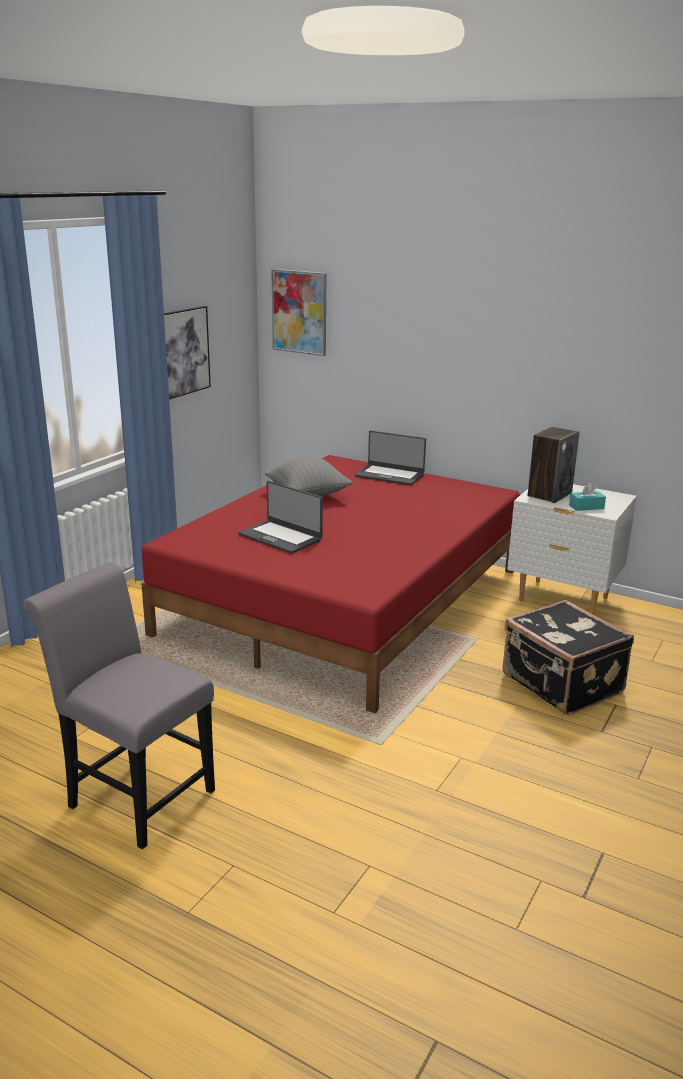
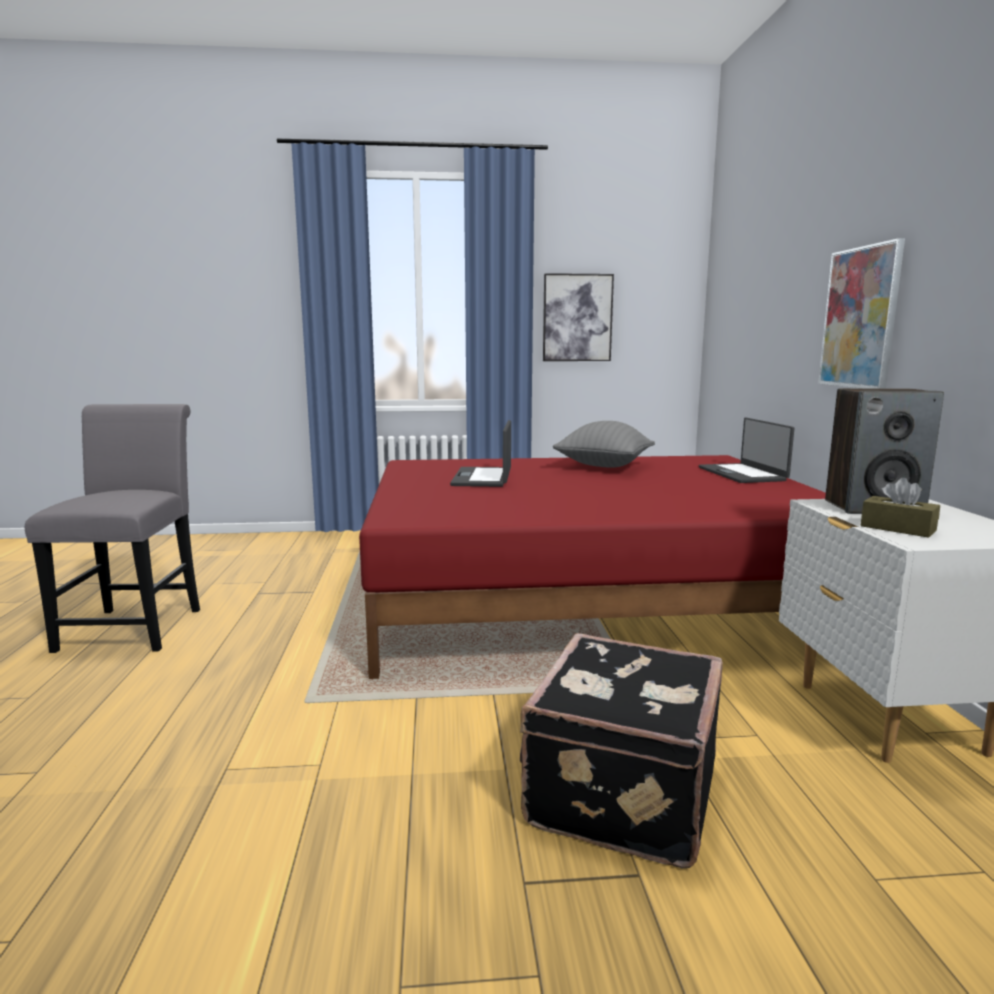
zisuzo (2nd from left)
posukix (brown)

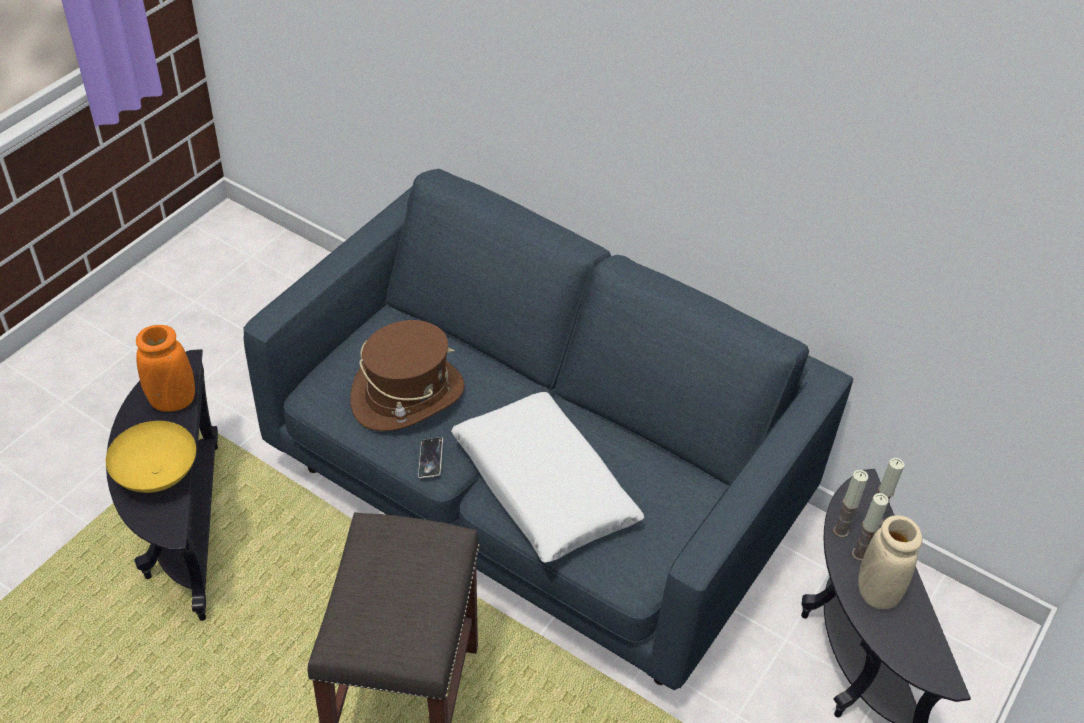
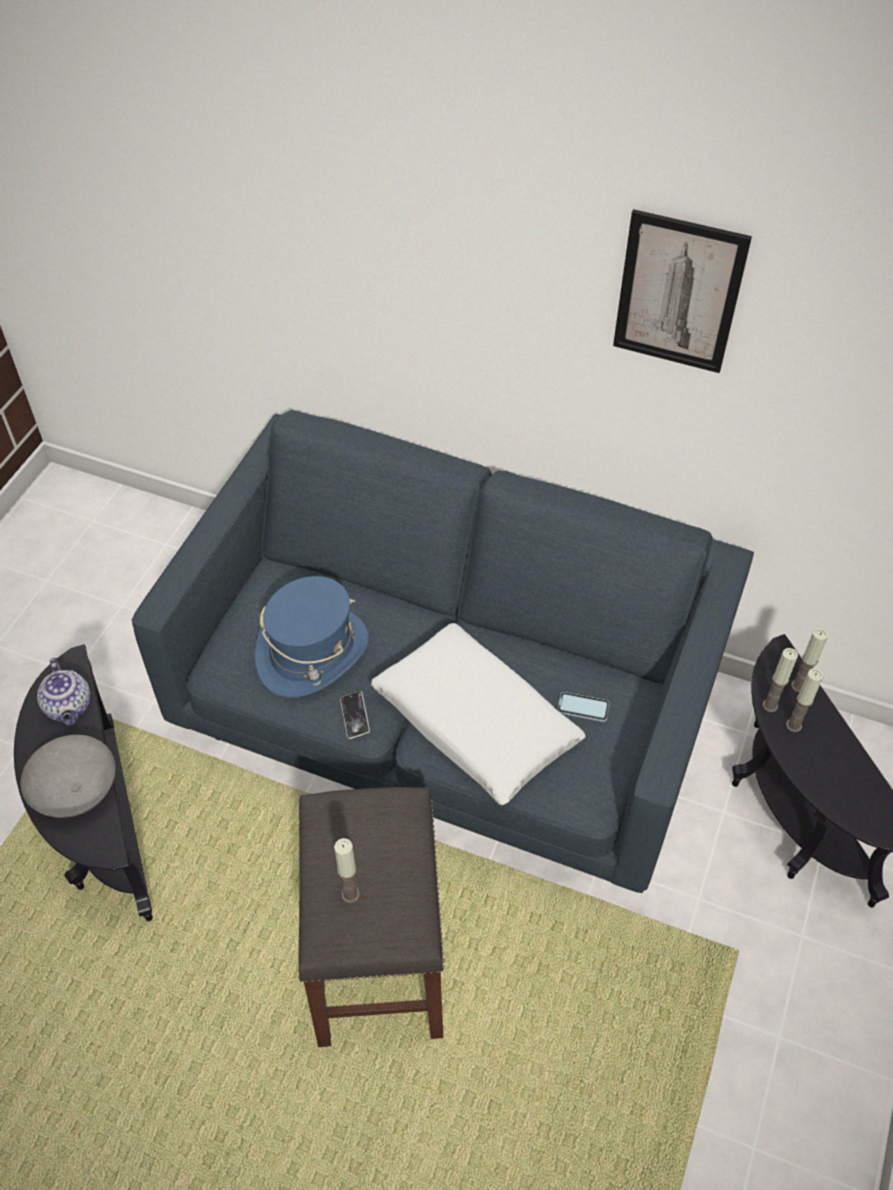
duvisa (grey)
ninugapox
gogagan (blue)
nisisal (1st from left)
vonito (2nd from left)
zisuzo
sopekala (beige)

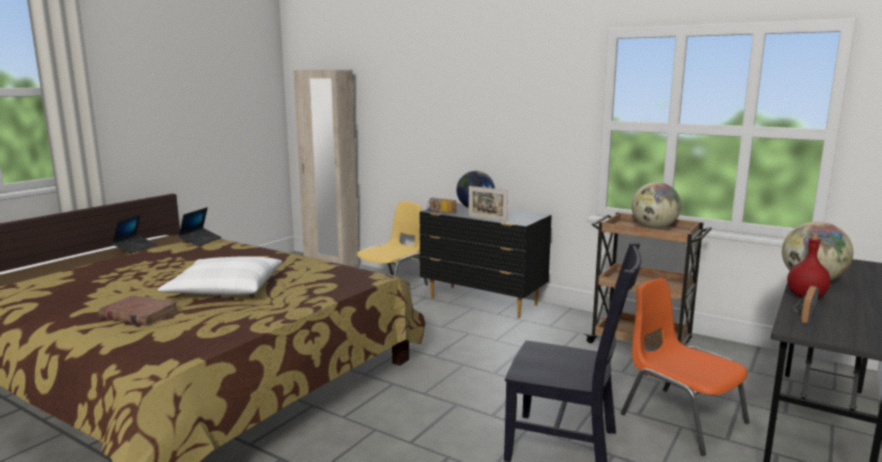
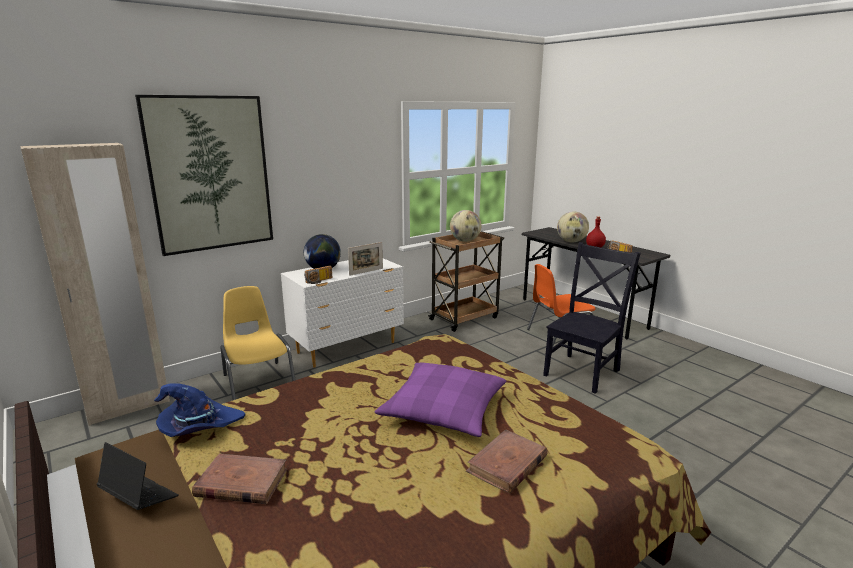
zisuzo
gogagan (blue)
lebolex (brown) (1st from left)
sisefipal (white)
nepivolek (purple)

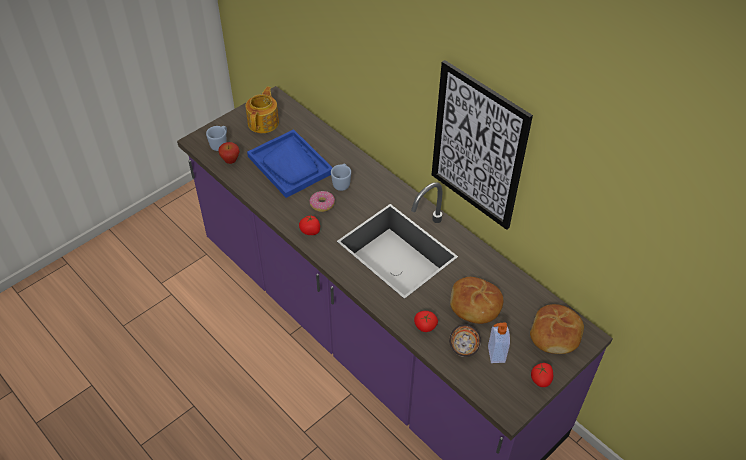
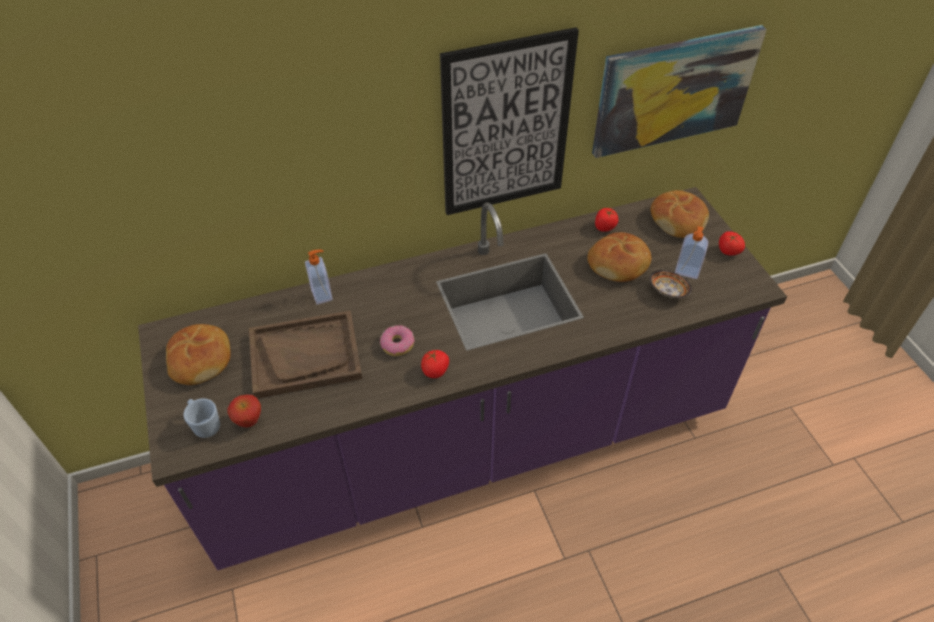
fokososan (1st from left)
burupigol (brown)
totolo (1st from left)
zisuzo (2nd from left)
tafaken (2nd from left)
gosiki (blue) (2nd from left in the first image)

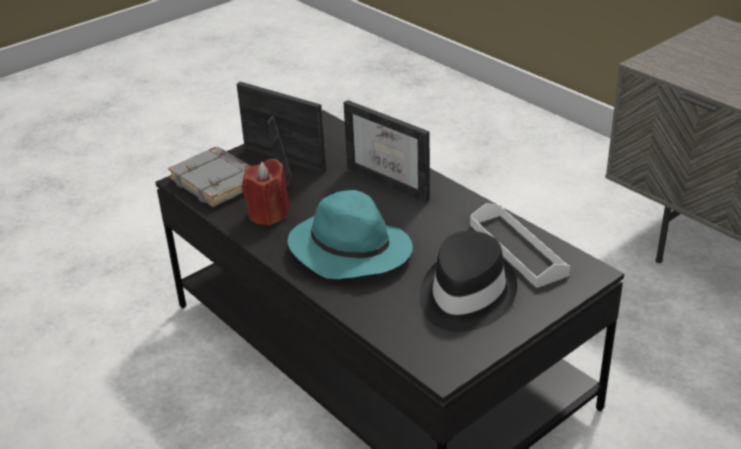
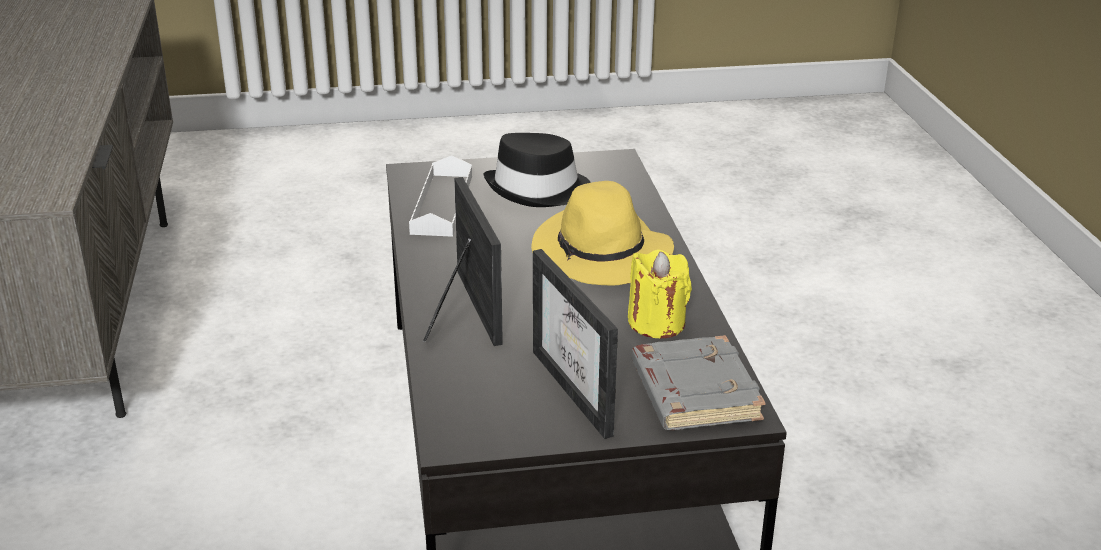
gogagan (yellow)
nisisal (yellow)

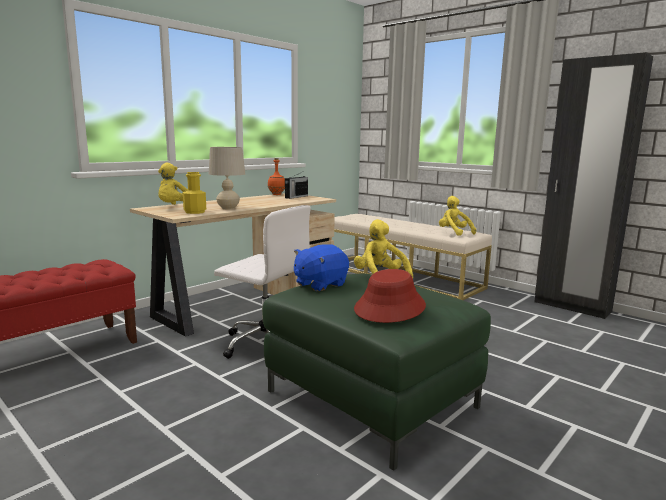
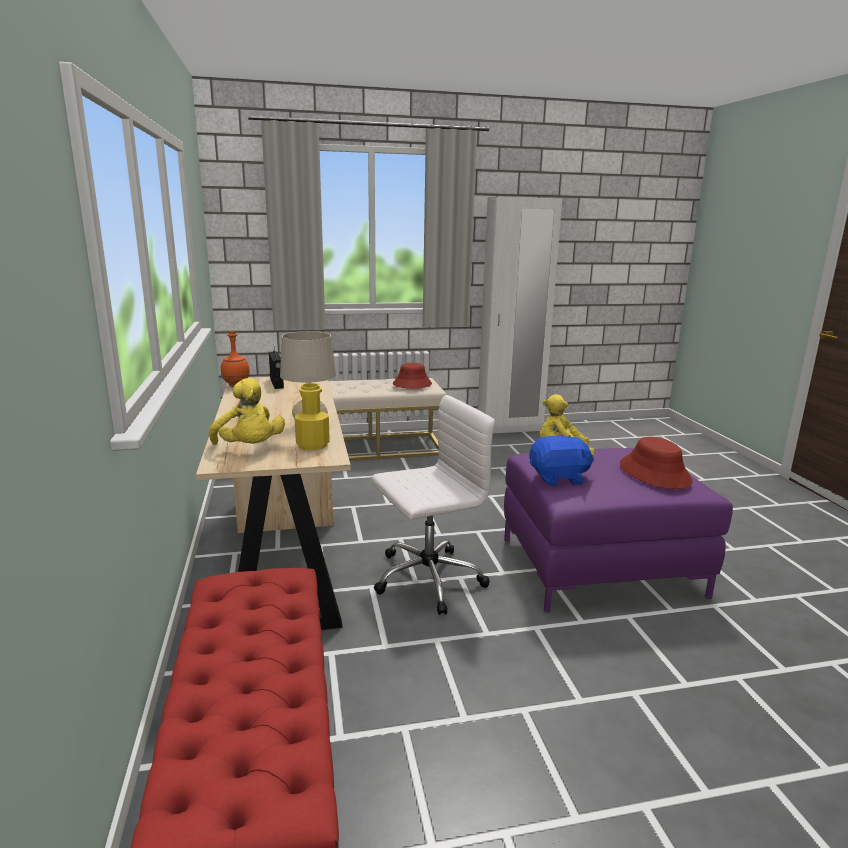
gogagan (red) (1st from left)
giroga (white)
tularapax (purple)
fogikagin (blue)

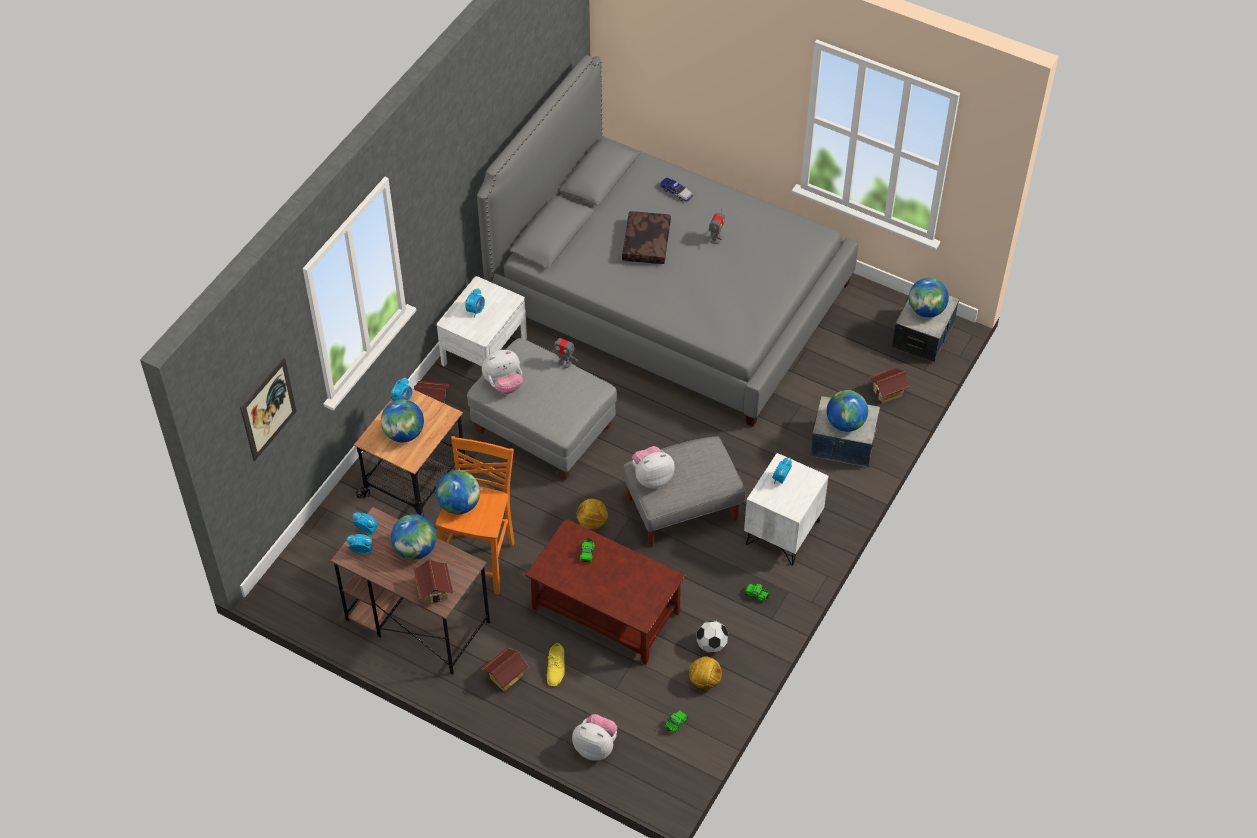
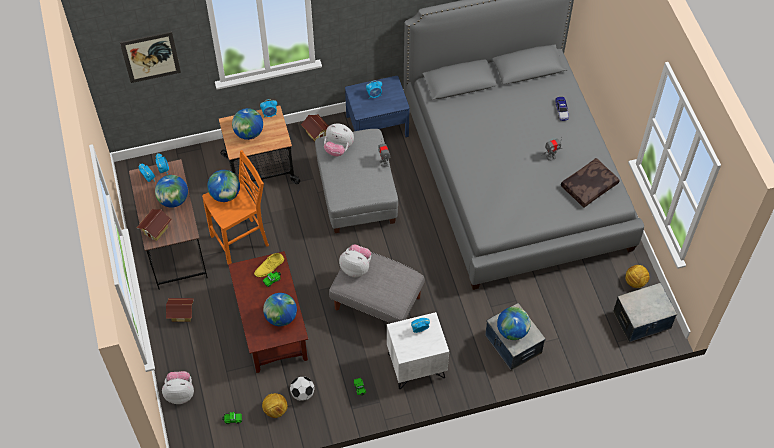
fogikagin (1st from left)
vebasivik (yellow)
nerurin (4th from left)
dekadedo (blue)
nepivolek (brown)
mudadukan (3rd from left)
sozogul (4th from left in the first image)

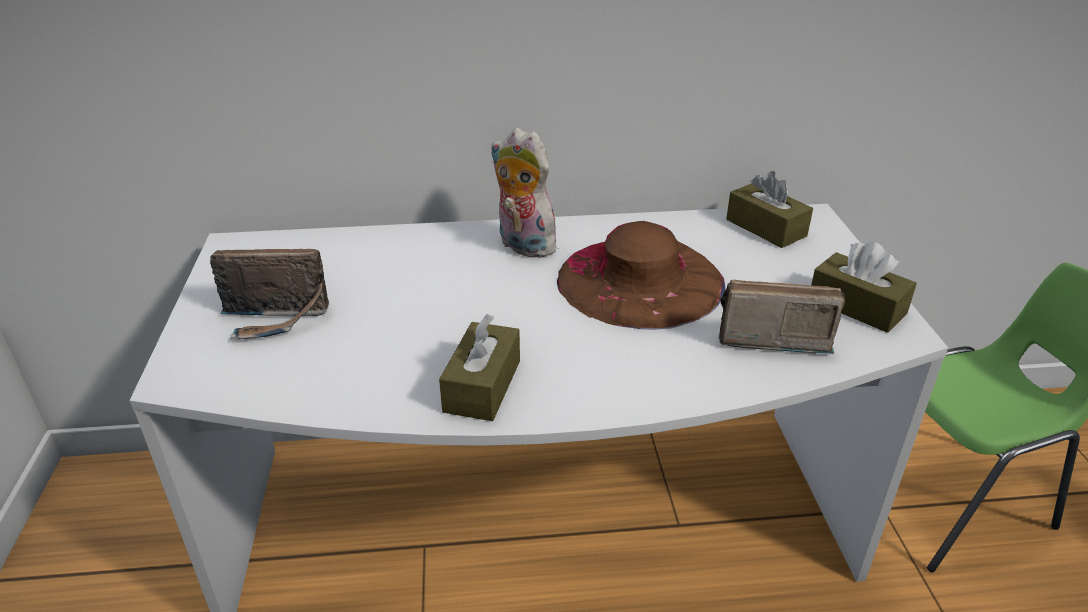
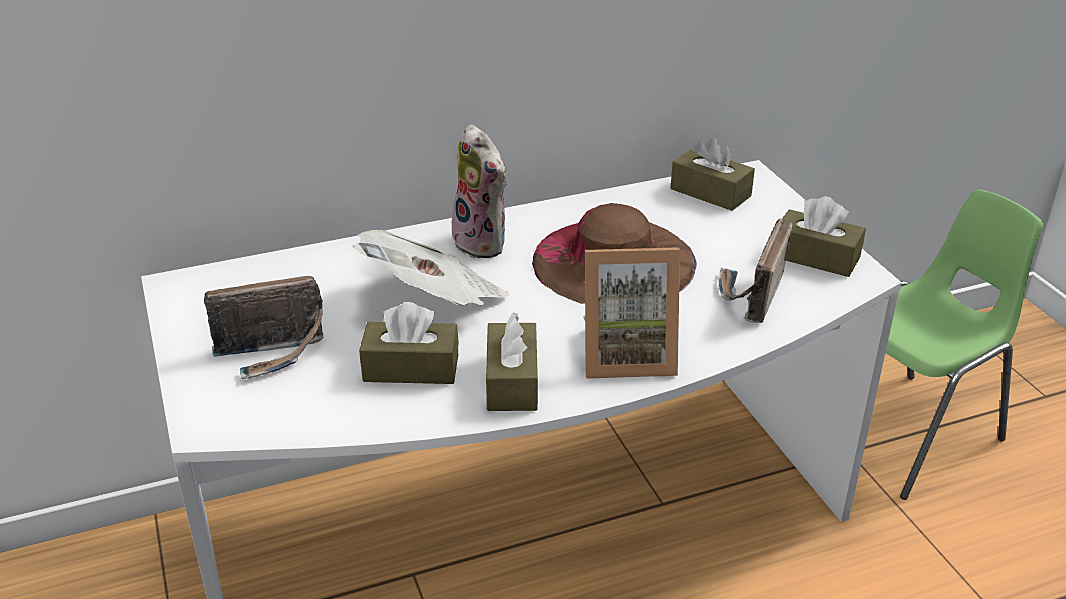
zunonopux
posukix (brown) (1st from left)
fogikagin
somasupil
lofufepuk (2nd from left)

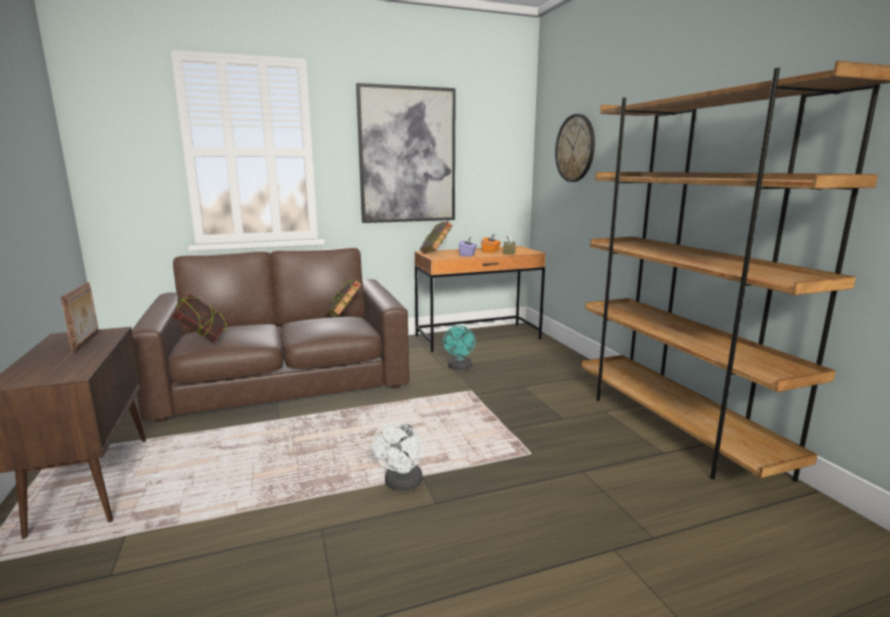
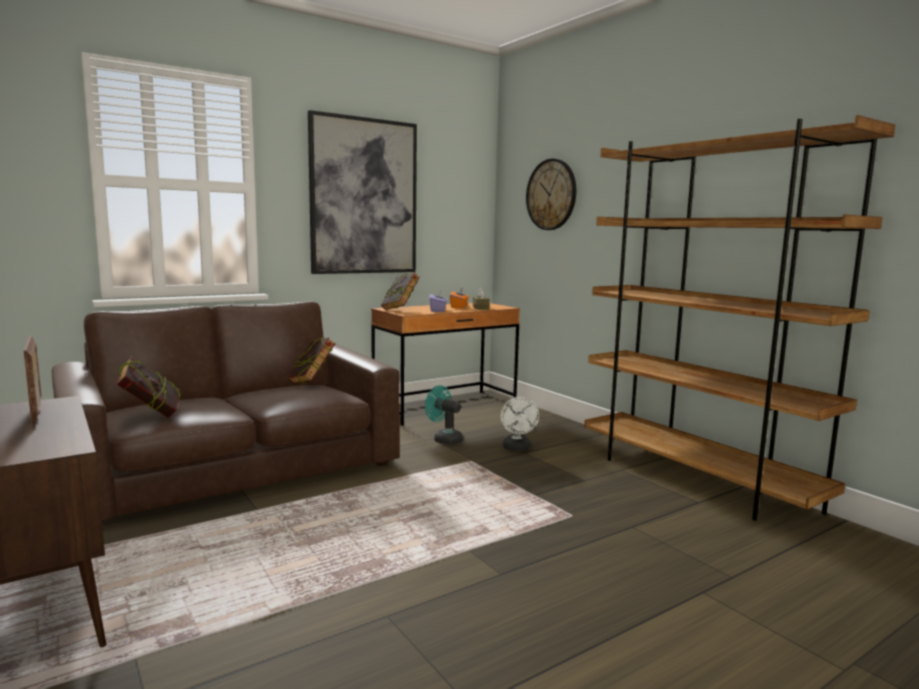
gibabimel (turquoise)
gibabimel (white)

